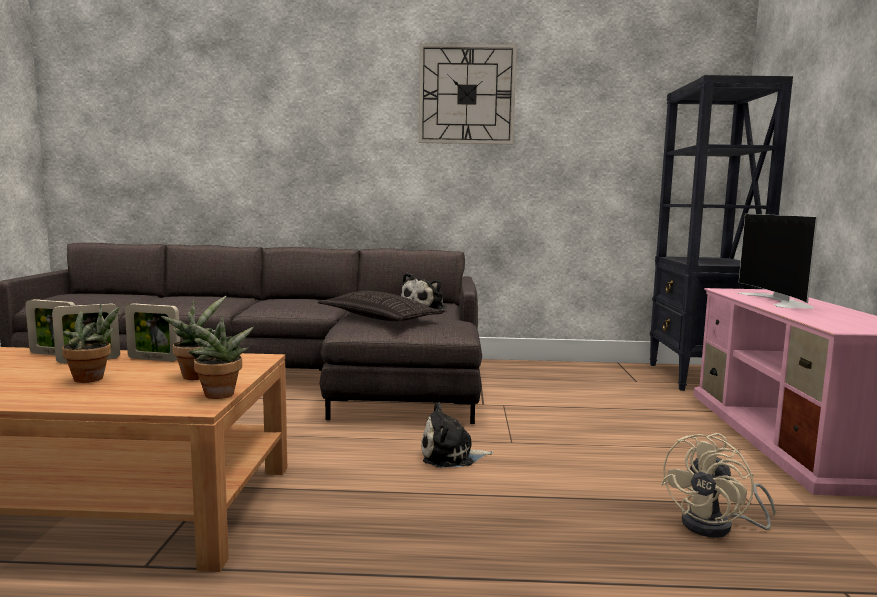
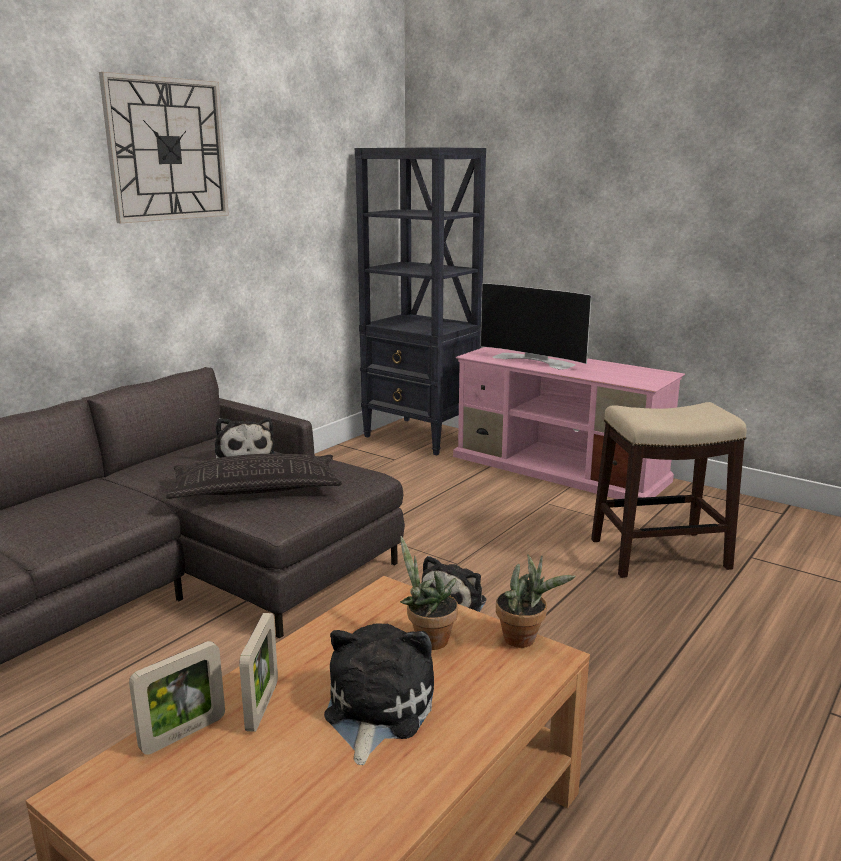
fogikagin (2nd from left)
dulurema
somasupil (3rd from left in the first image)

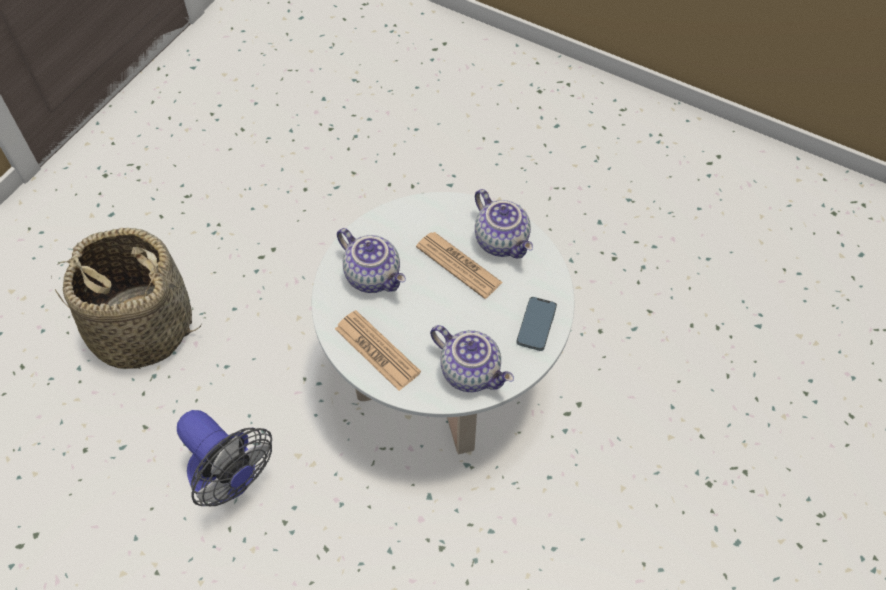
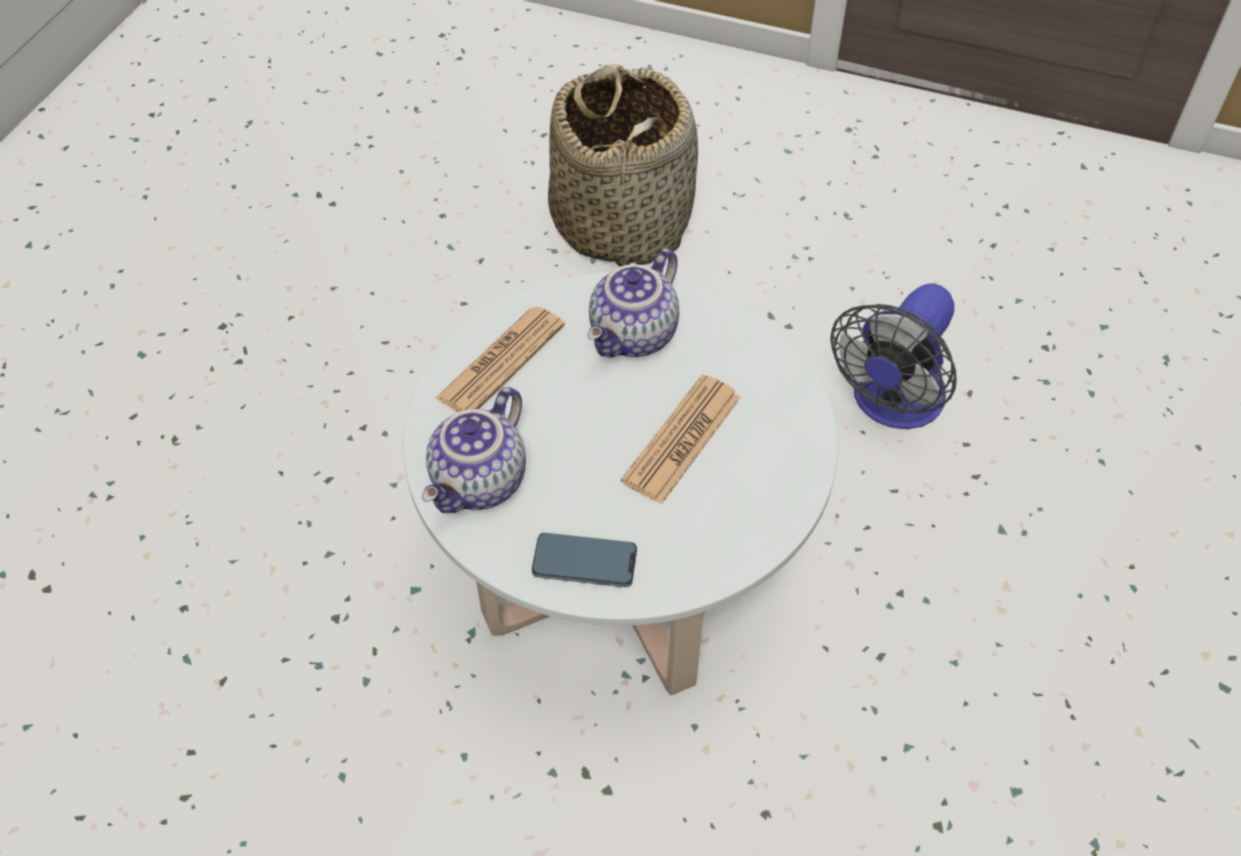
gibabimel
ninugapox (3rd from left in the first image)

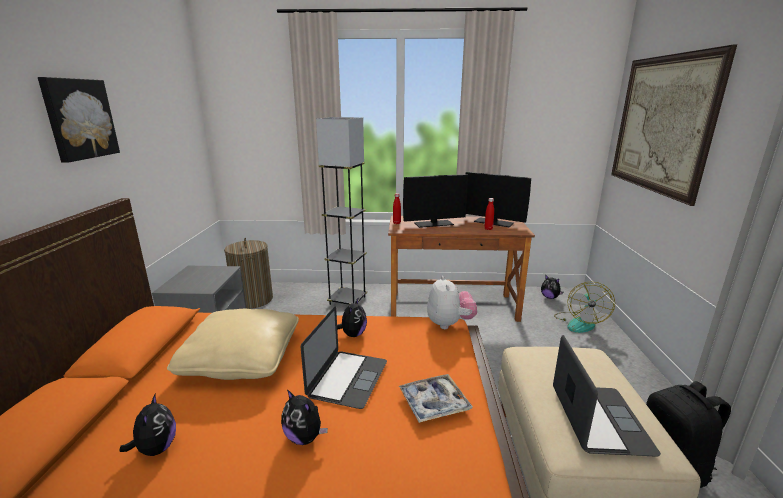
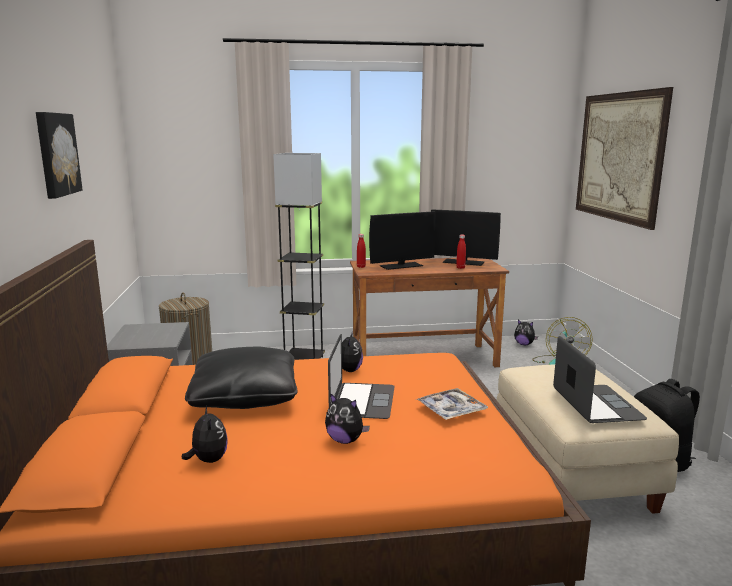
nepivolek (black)
fogikagin (4th from left in the first image)

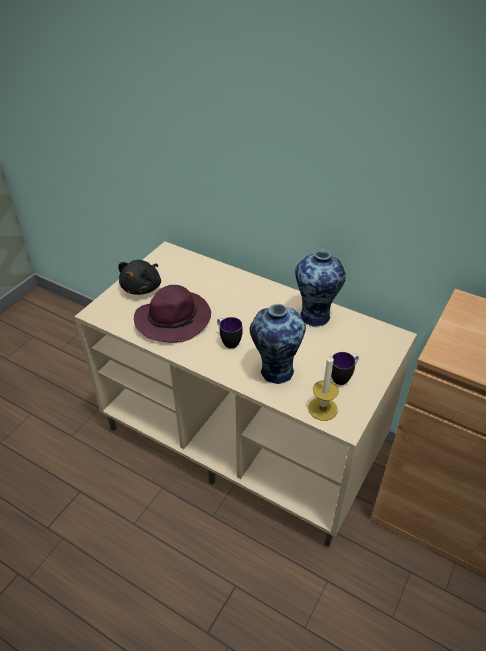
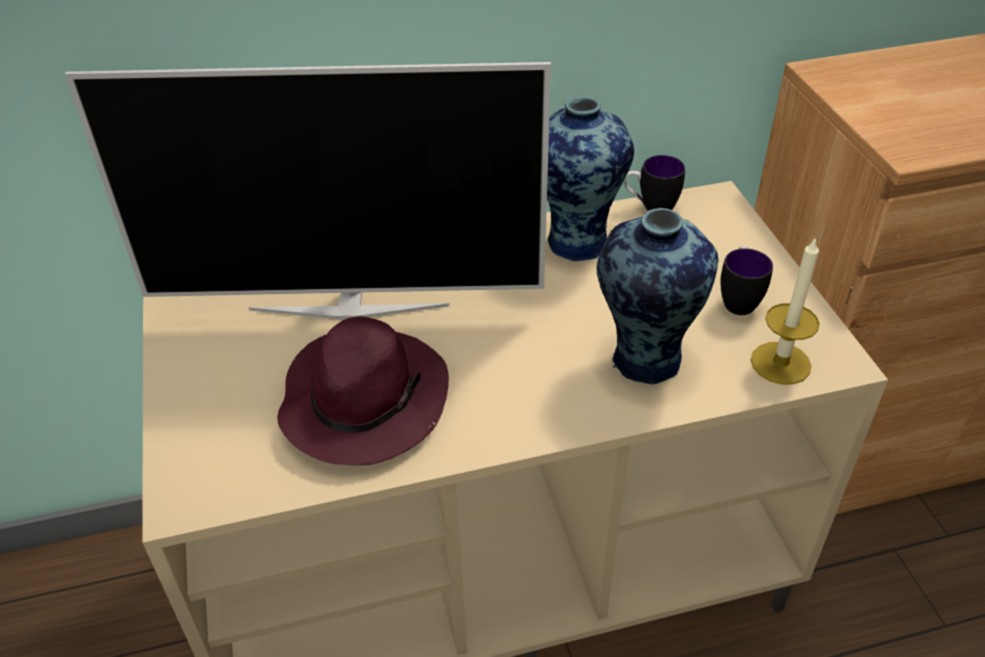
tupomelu
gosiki (1st from left)
fogikagin (black)

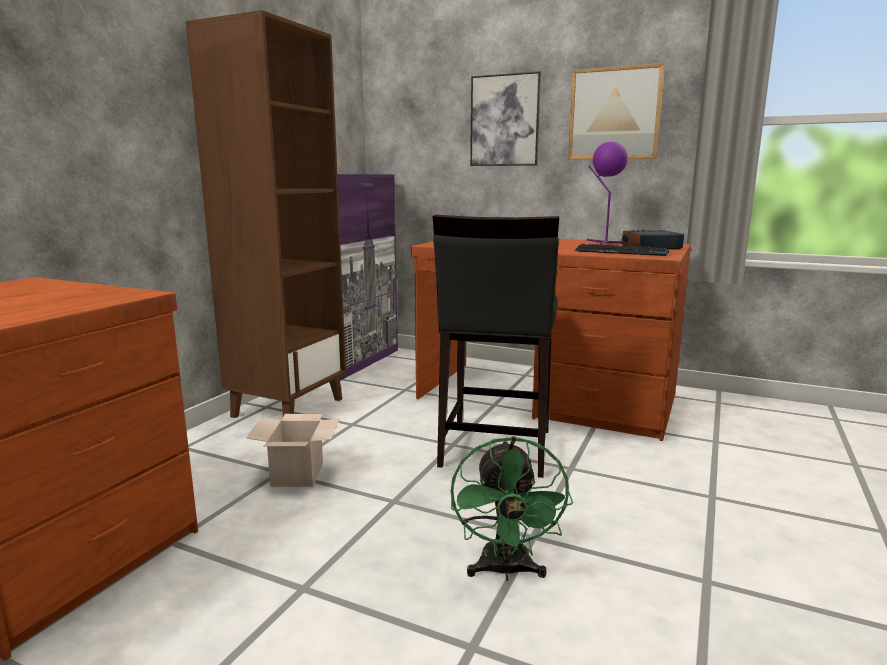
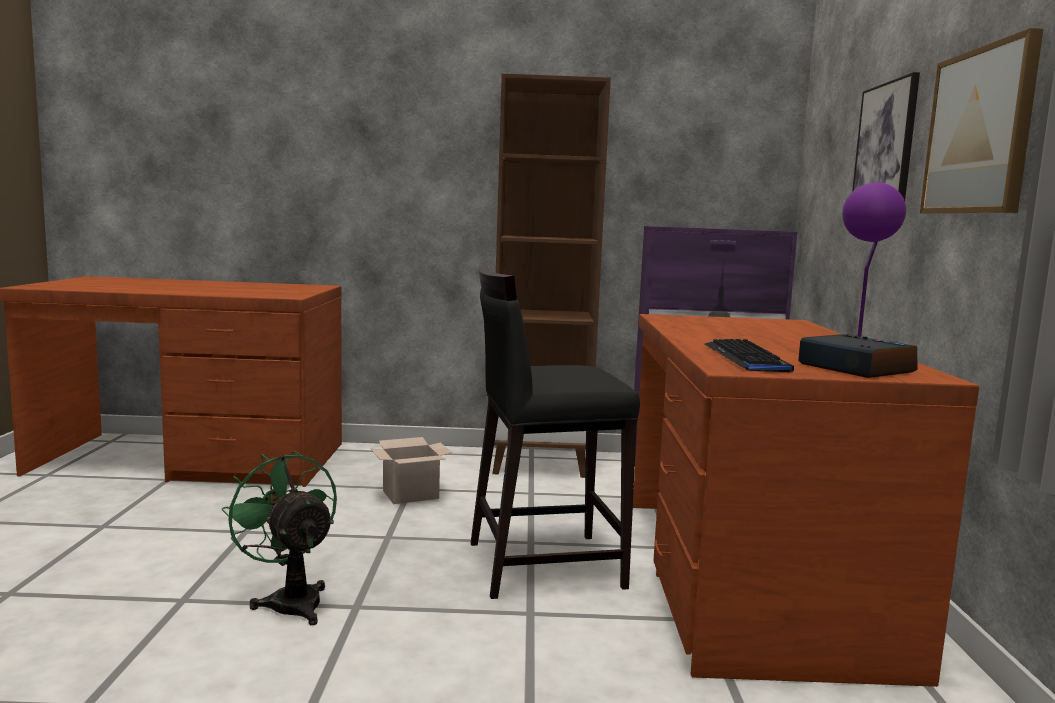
gibabimel (green)

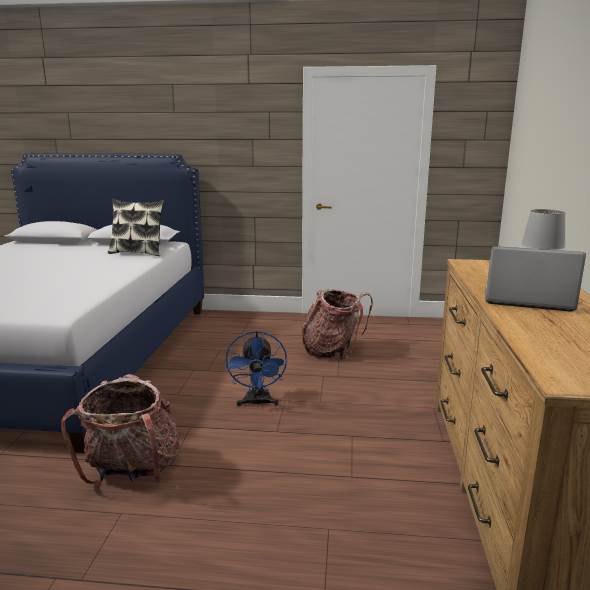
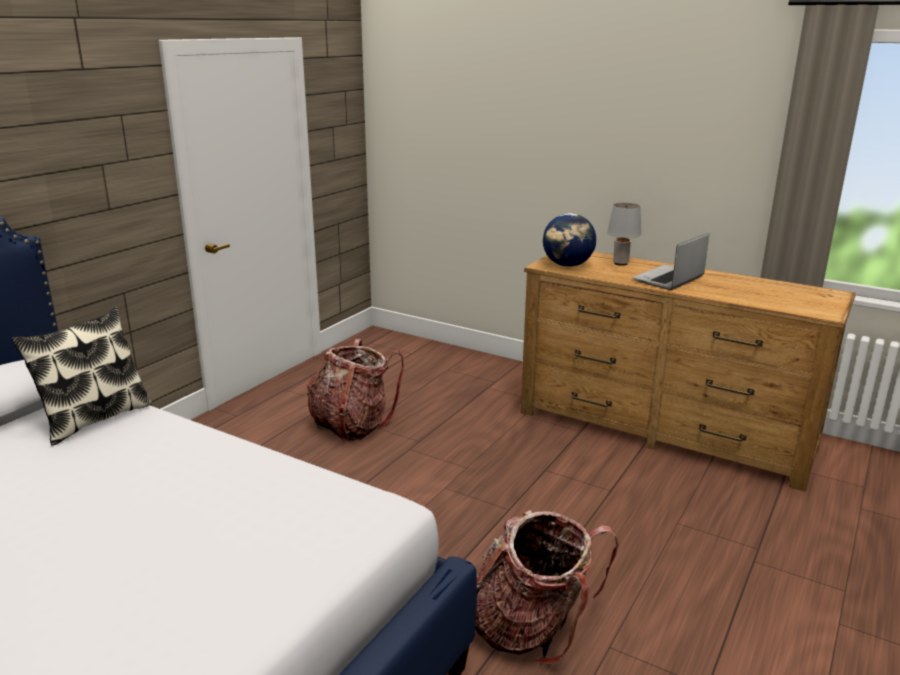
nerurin
gibabimel (blue)

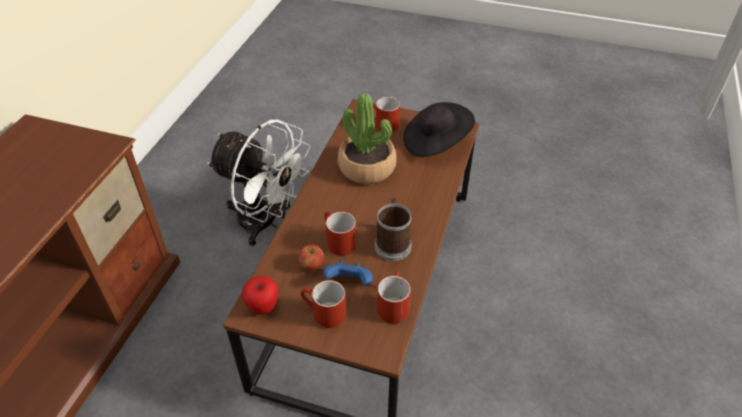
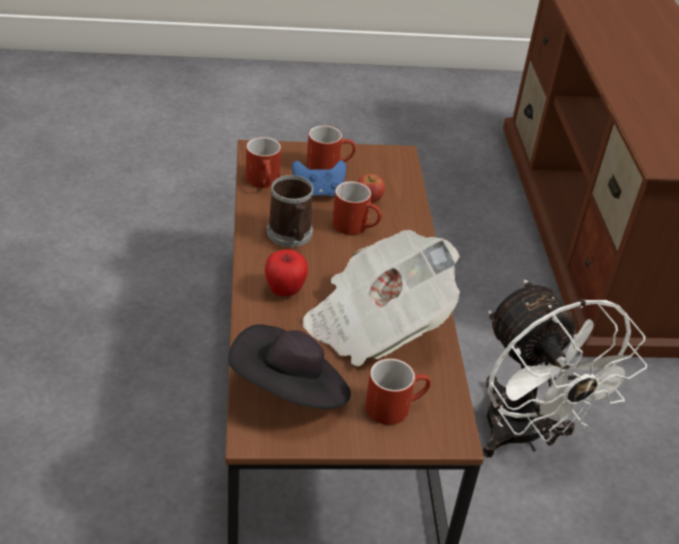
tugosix (1st from left)
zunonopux
gibabimel (white)

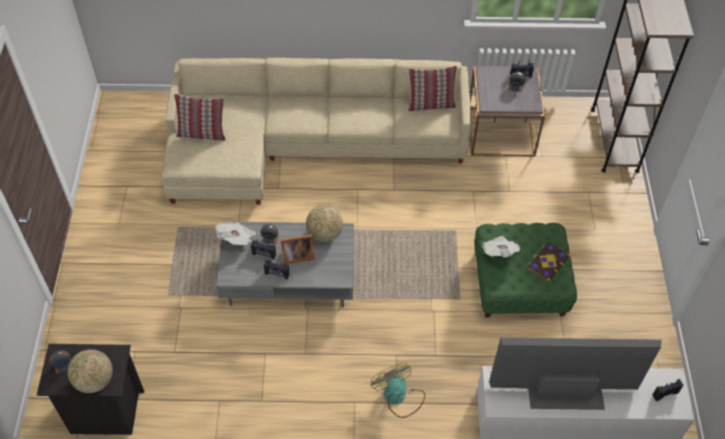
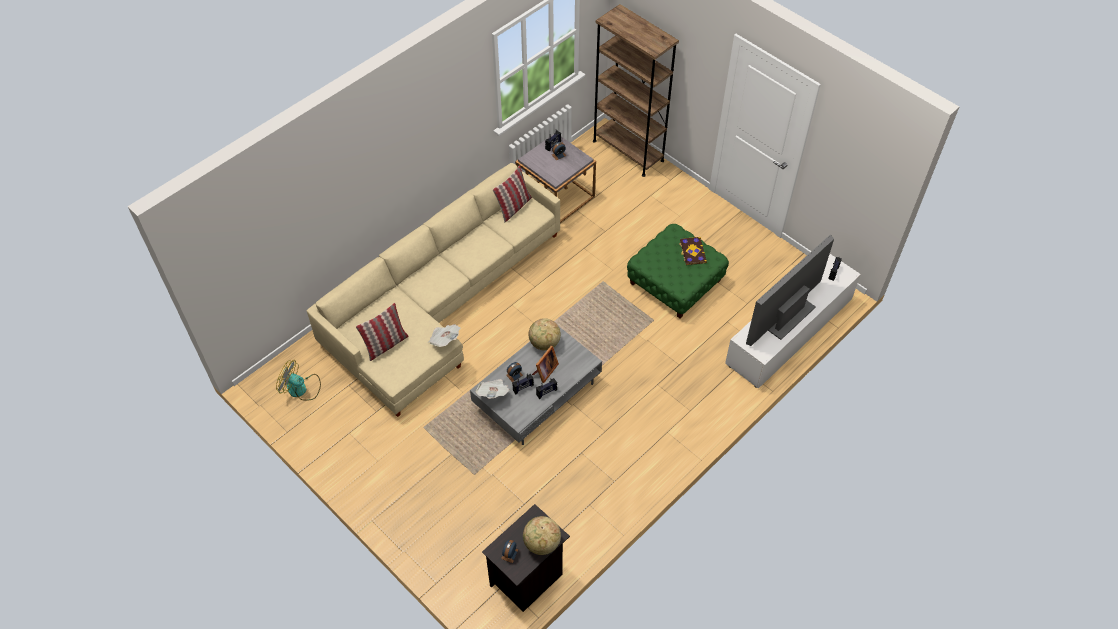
gibabimel
zunonopux (1st from left)

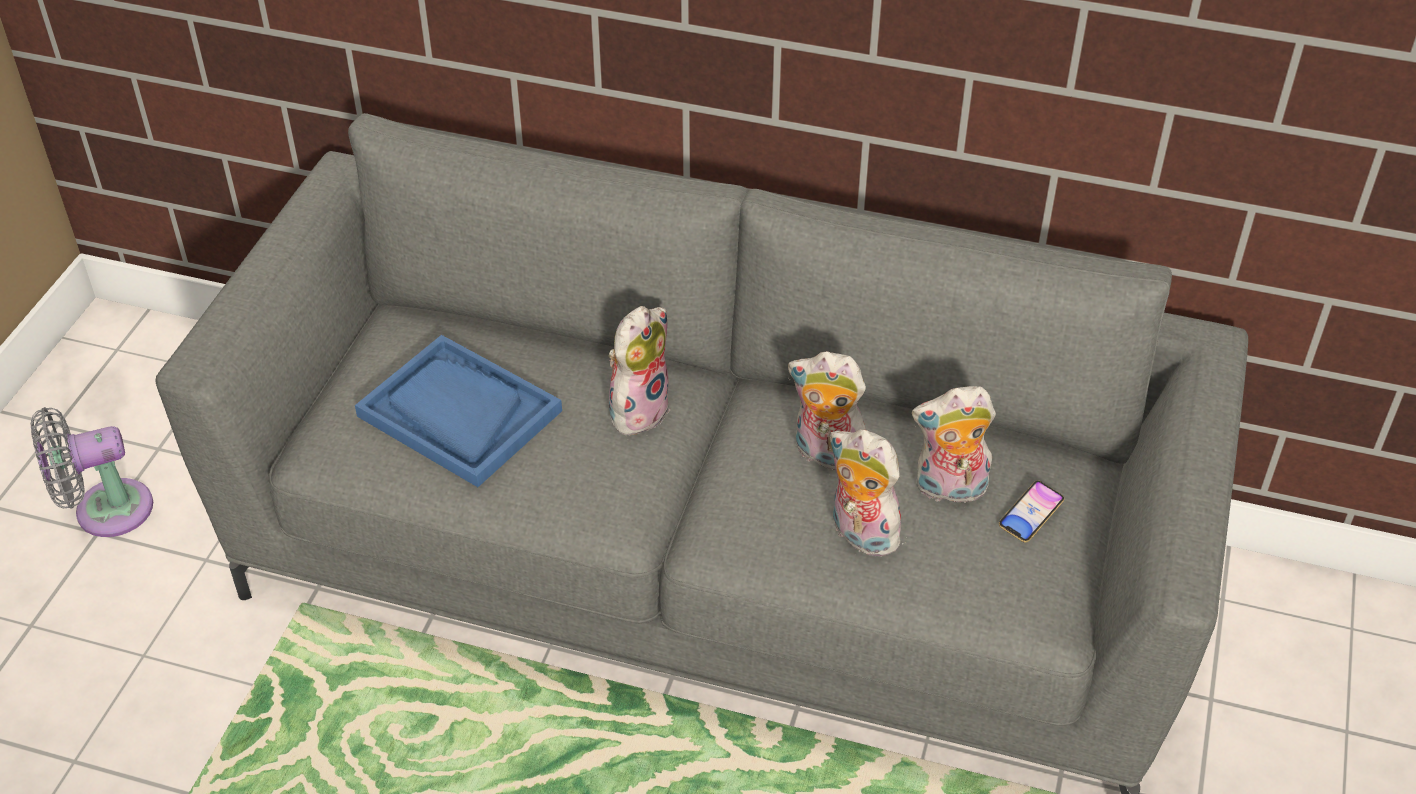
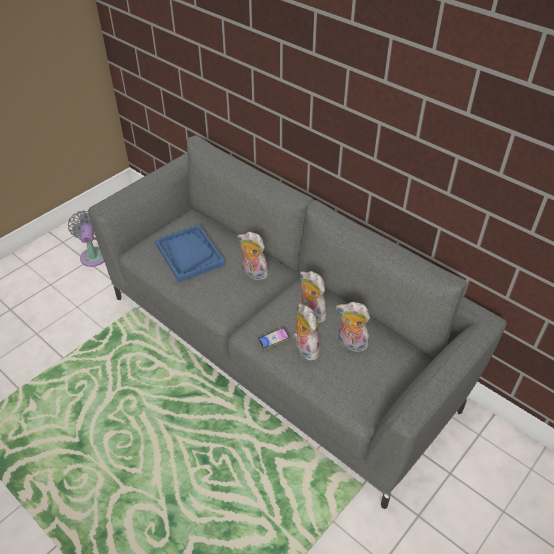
gibabimel (grey)
fogikagin (1st from left)
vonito

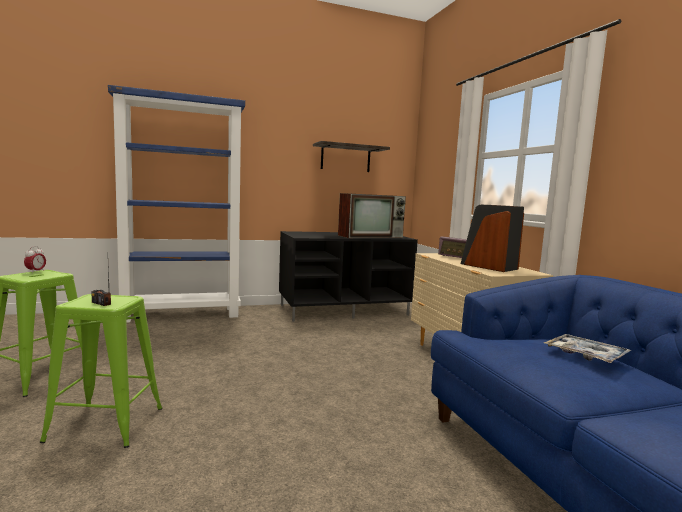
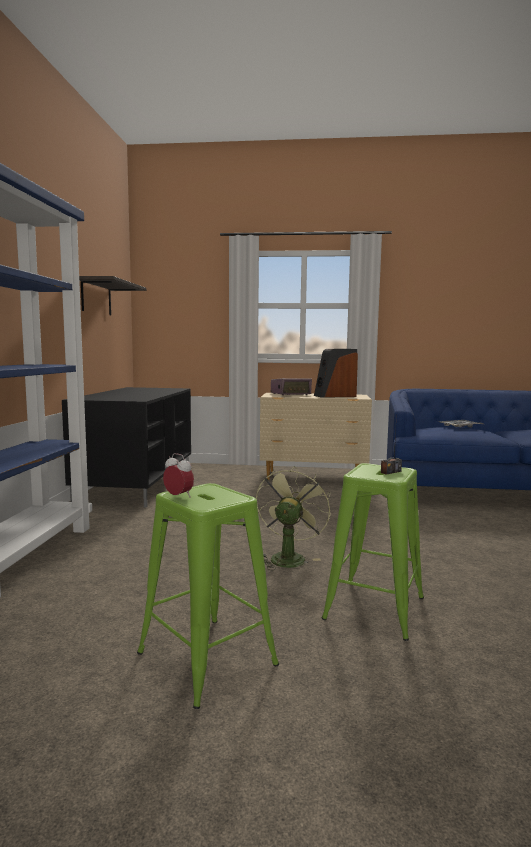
gibabimel (green)
tupomelu

